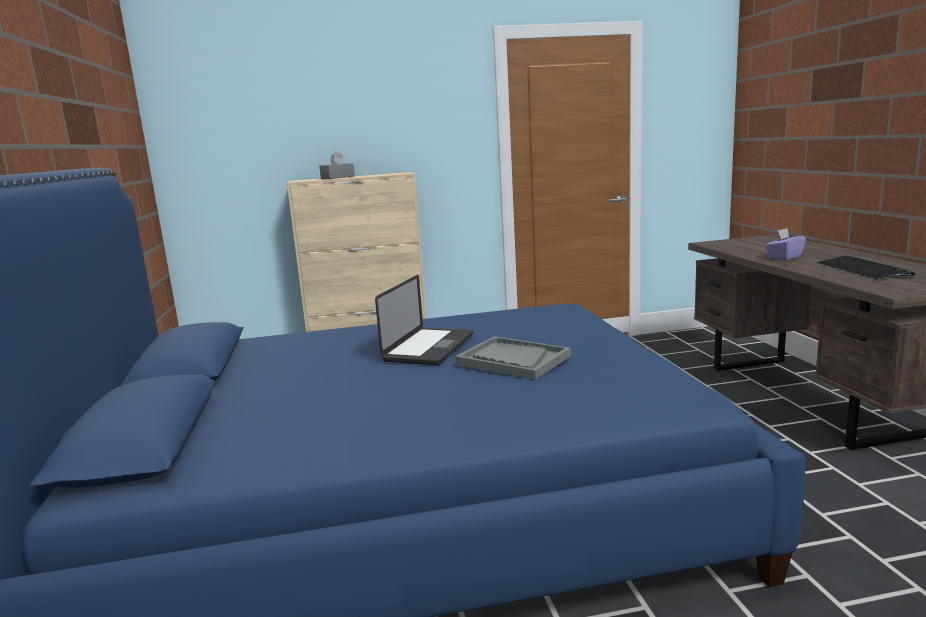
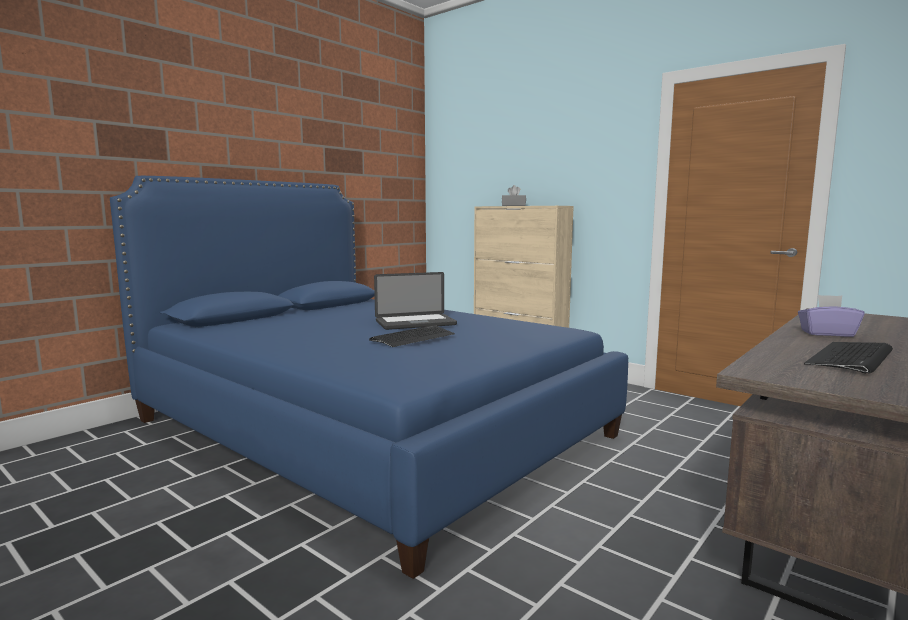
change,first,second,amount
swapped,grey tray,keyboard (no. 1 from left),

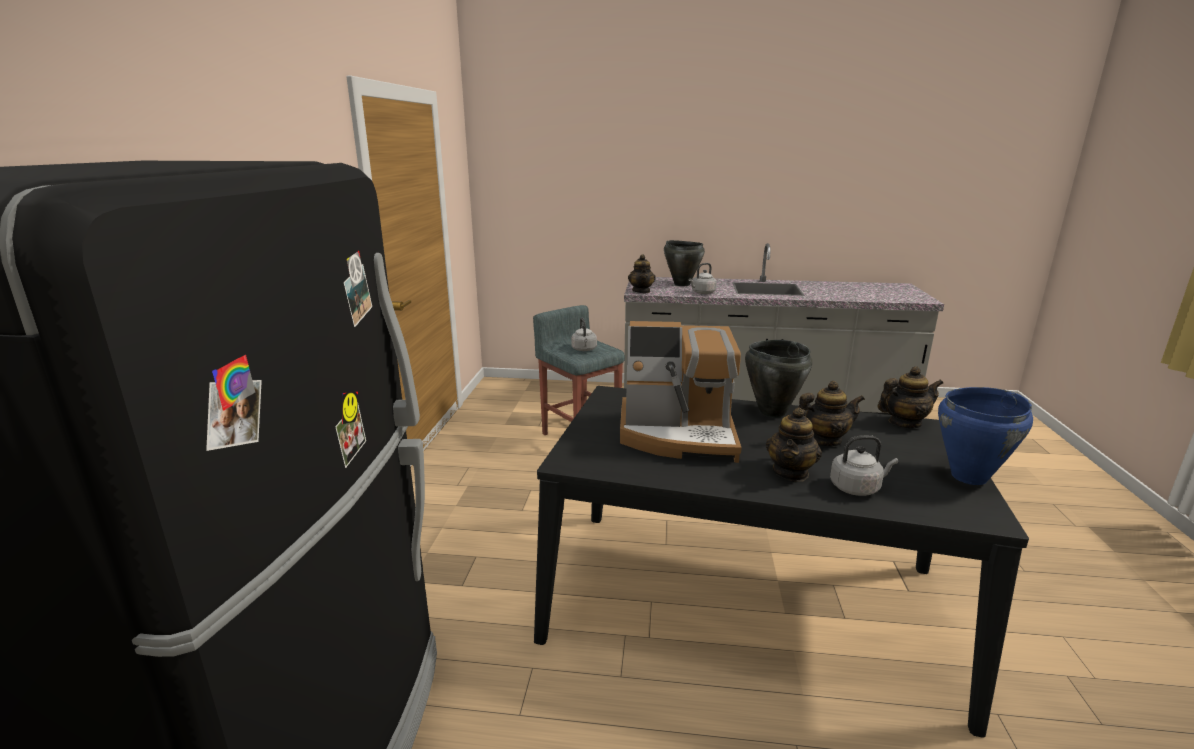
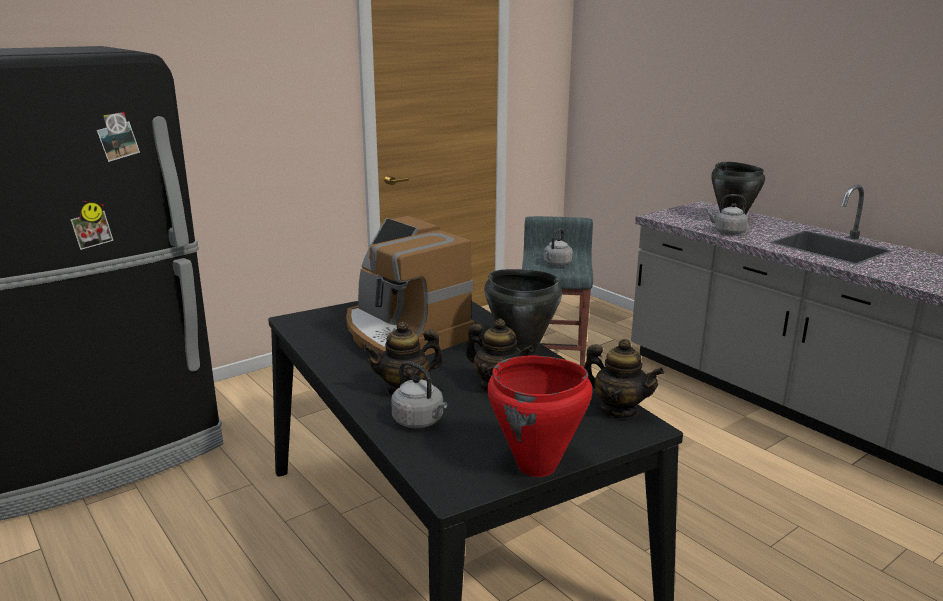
change,first,second,amount
gone,teapot (no. 1 from left),,
repainted,blue cooking pot,red cooking pot,

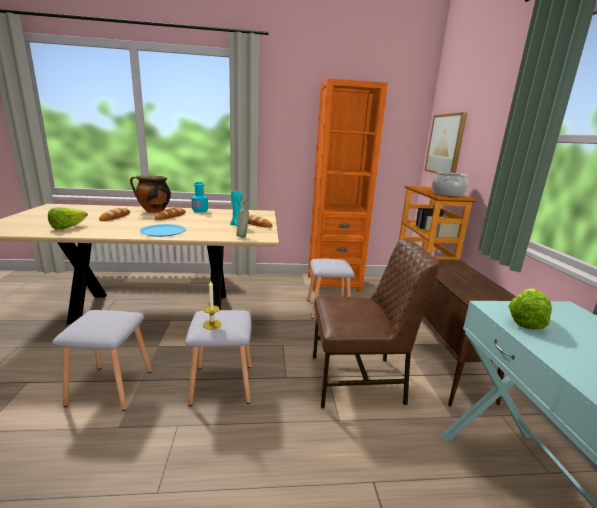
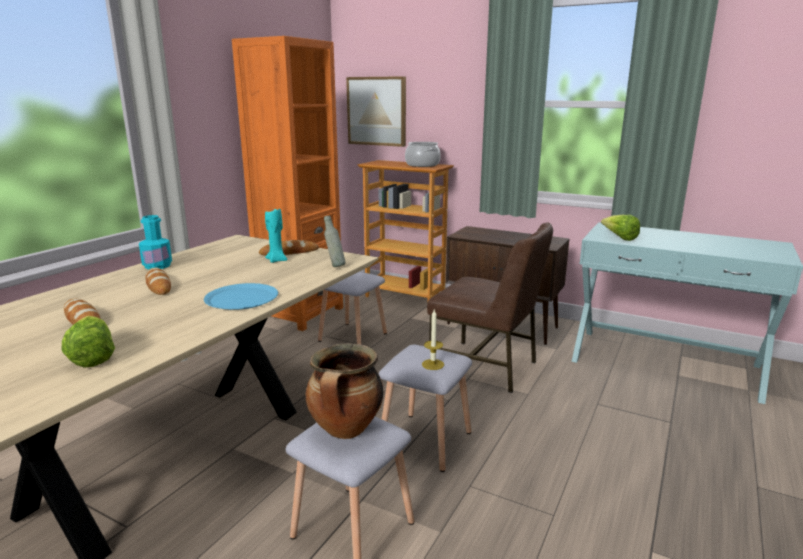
change,first,second,amount
shifted,cooking pot (no. 1 from left),,
rotated,brown chair,,90 degrees clockwise

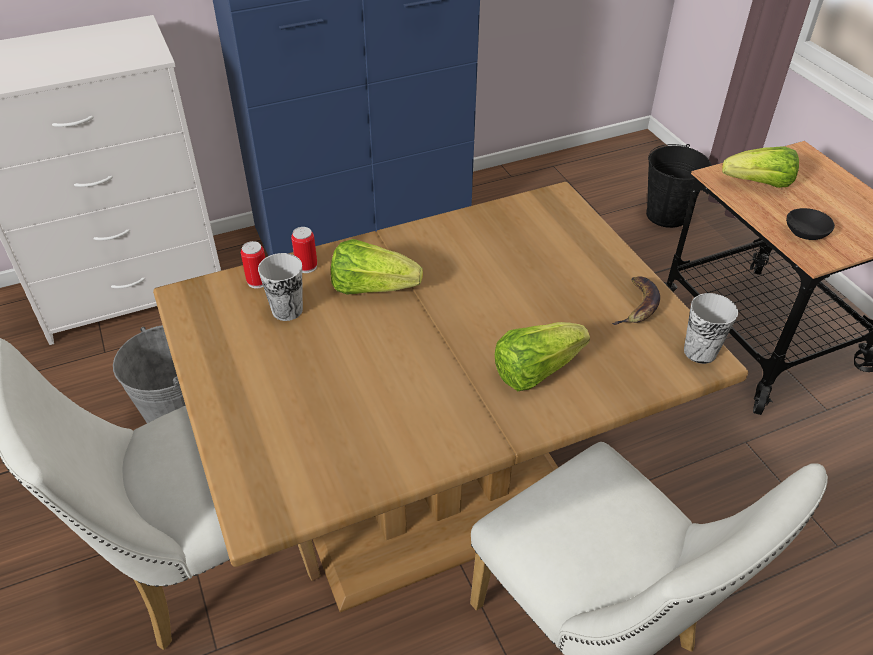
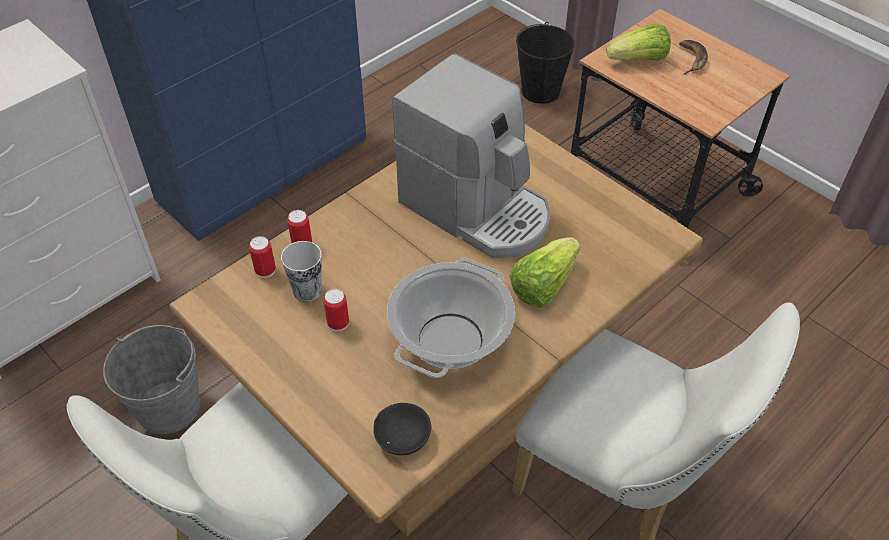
change,first,second,amount
shifted,black bowl,,
gone,lettuce (no. 1 from left),,
shifted,banana,,
gone,cup (no. 2 from left),,
new,,coffee machine,
new,,cooking pot,
new,,can (no. 3 from left),

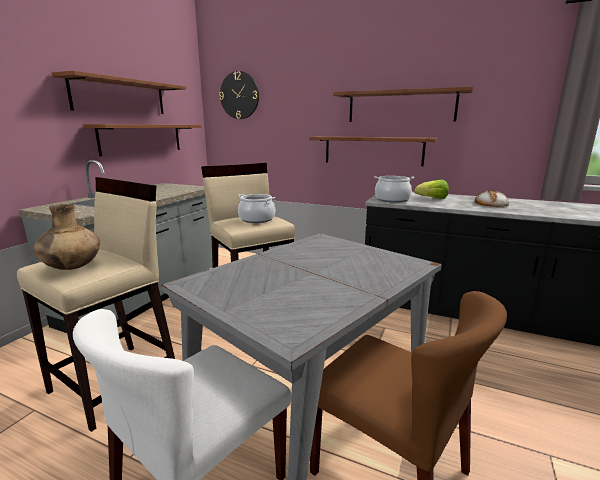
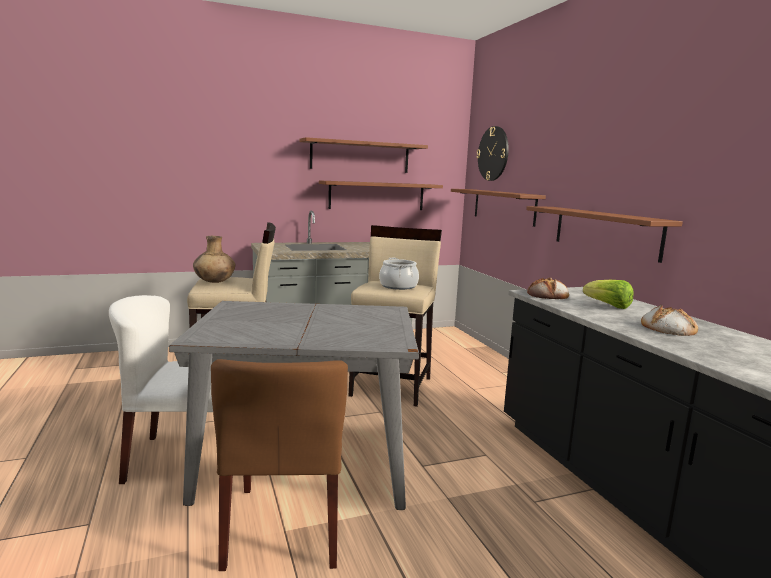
change,first,second,amount
shifted,brown shelf (no. 4 from left in the first image),brown shelf (no. 3 from left),
swapped,cooking pot (no. 2 from left),bread (no. 1 from left),

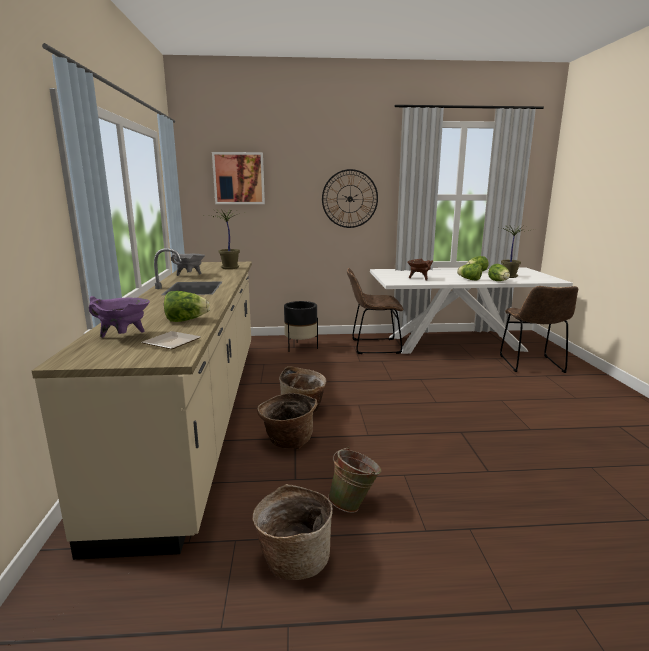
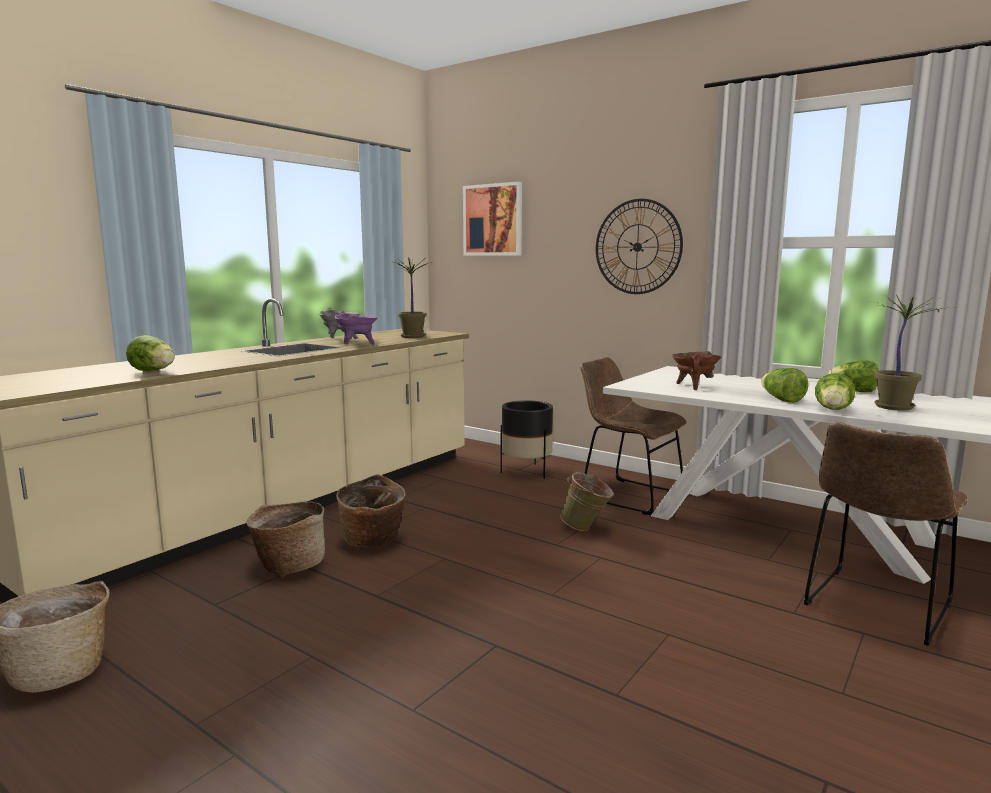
change,first,second,amount
shifted,purple cooking pot,,
gone,plate,,
shifted,green bucket,,

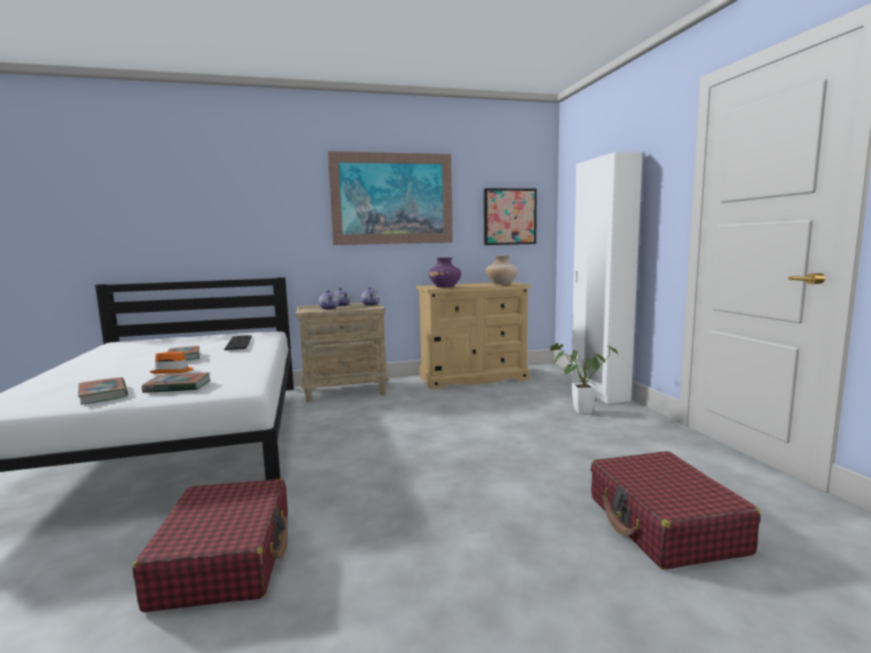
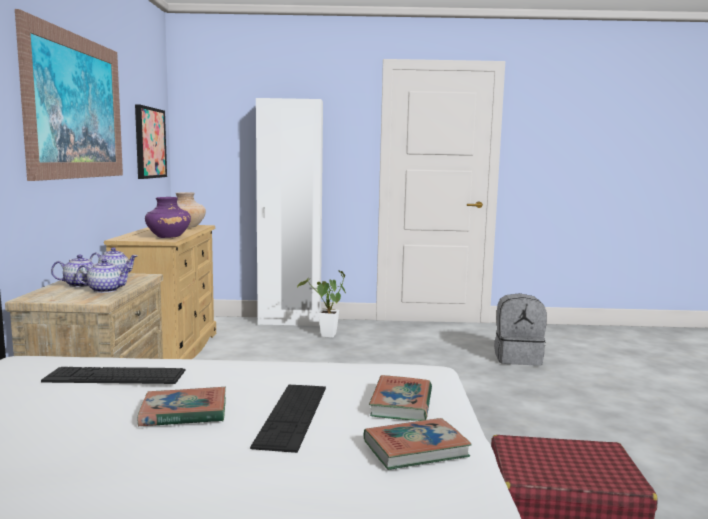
change,first,second,amount
swapped,orange hat,keyboard (no. 2 from left),
swapped,red suitcase (no. 2 from left),grey backpack,

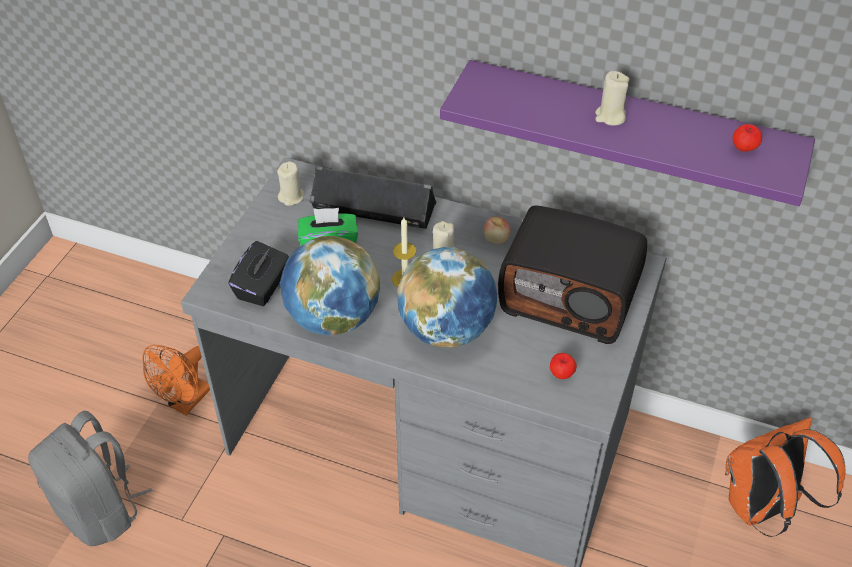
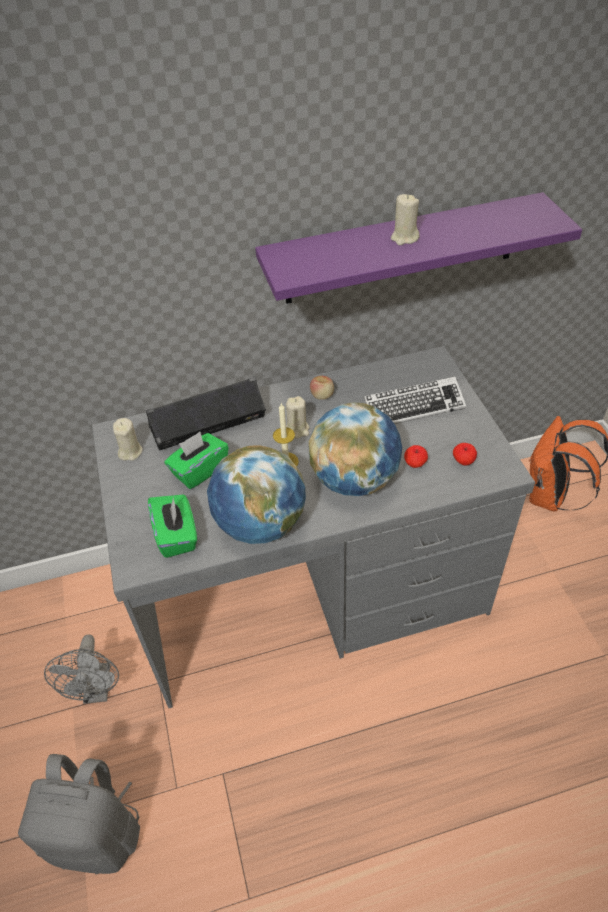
change,first,second,amount
shifted,apple (no. 3 from left in the first image),apple (no. 2 from left),
swapped,radio,keyboard,
repainted,black tissue box,green tissue box (no. 1 from left),
repainted,orange fan,grey fan,

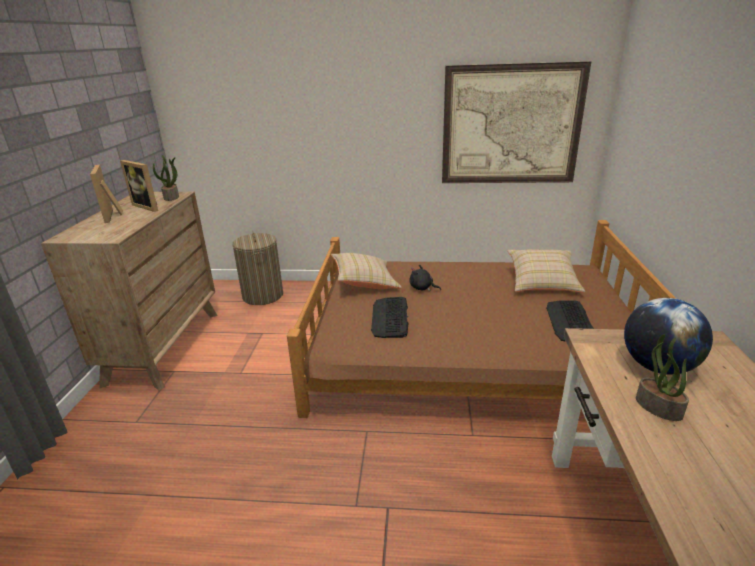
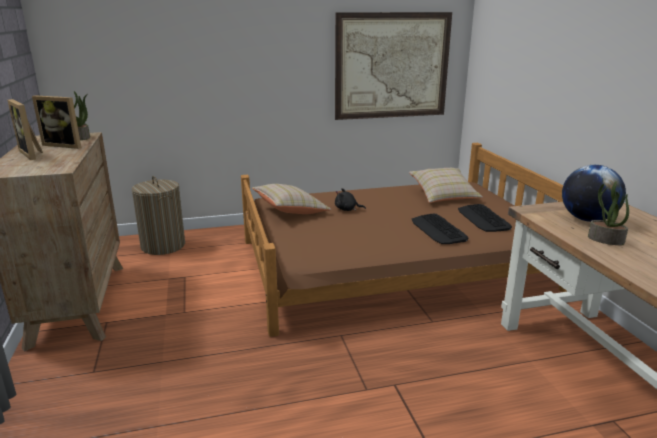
change,first,second,amount
shifted,keyboard (no. 1 from left),,

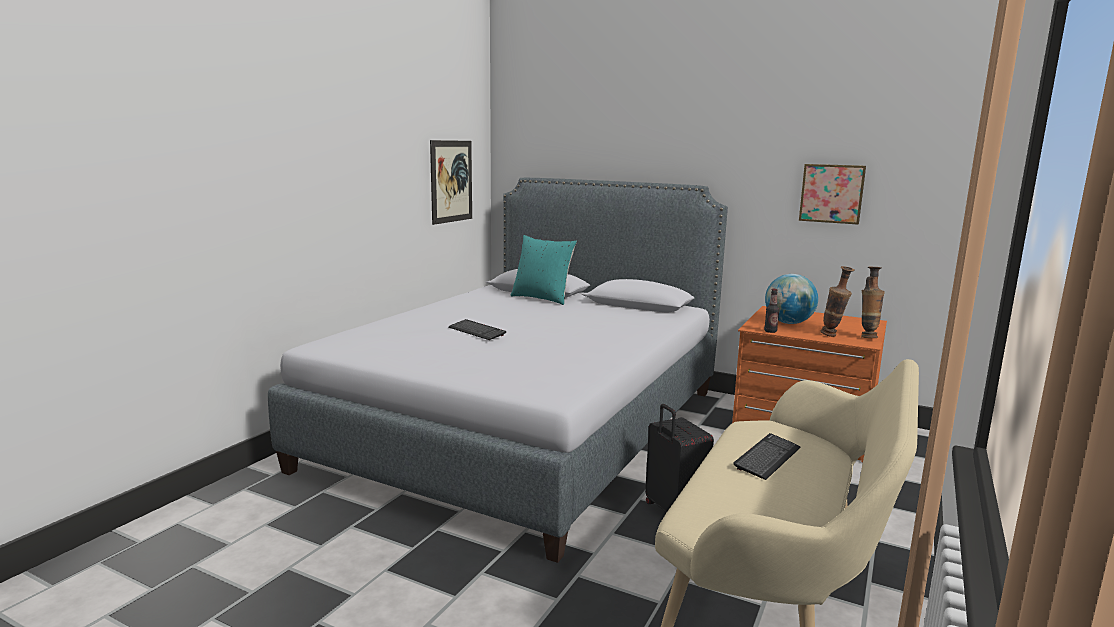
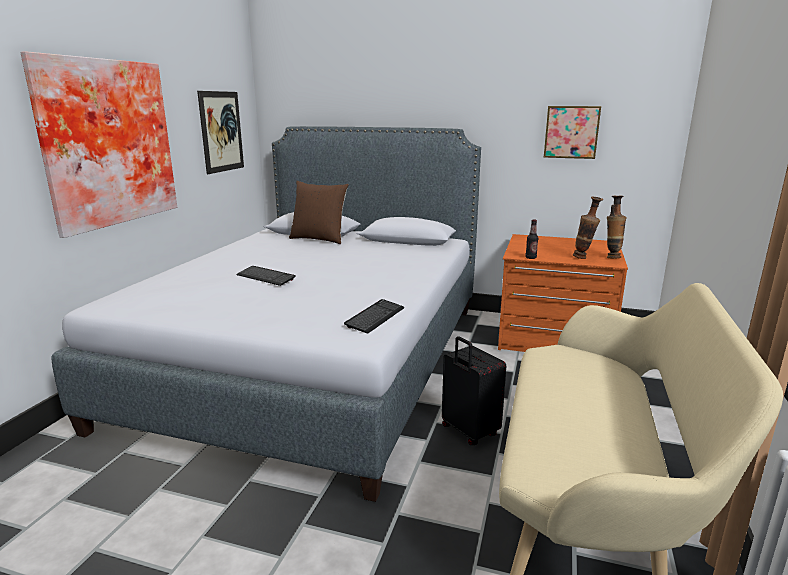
change,first,second,amount
repainted,turquoise pillow,brown pillow,
gone,globe,,
shifted,keyboard (no. 2 from left),,
new,,picture (no. 1 from left),

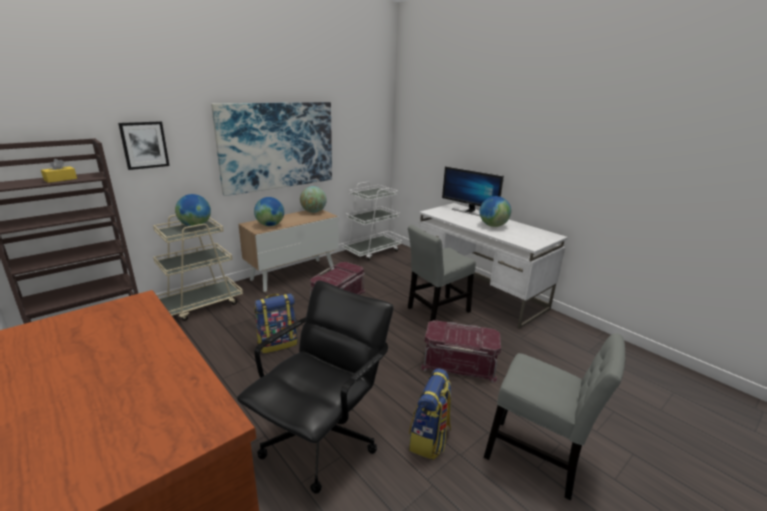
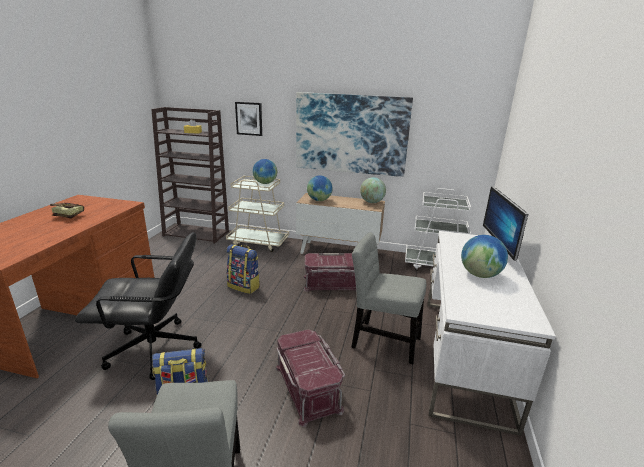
change,first,second,amount
new,,book,

